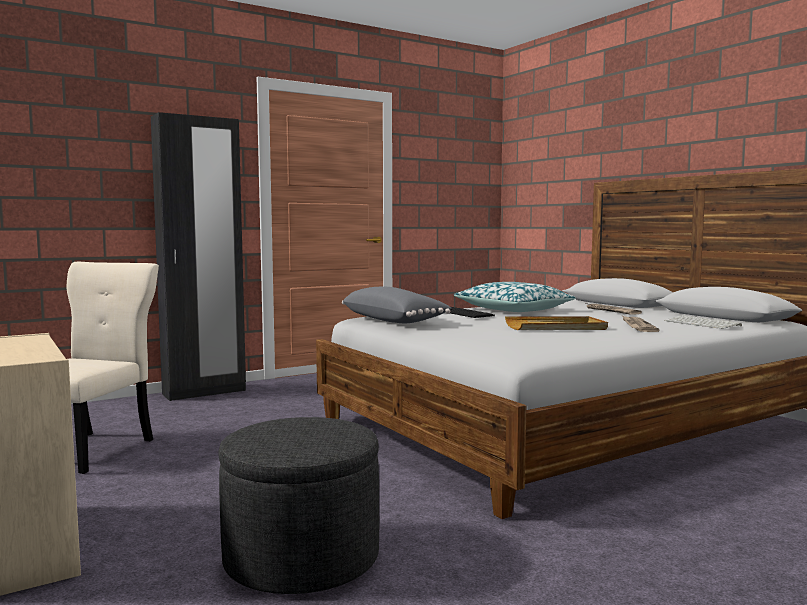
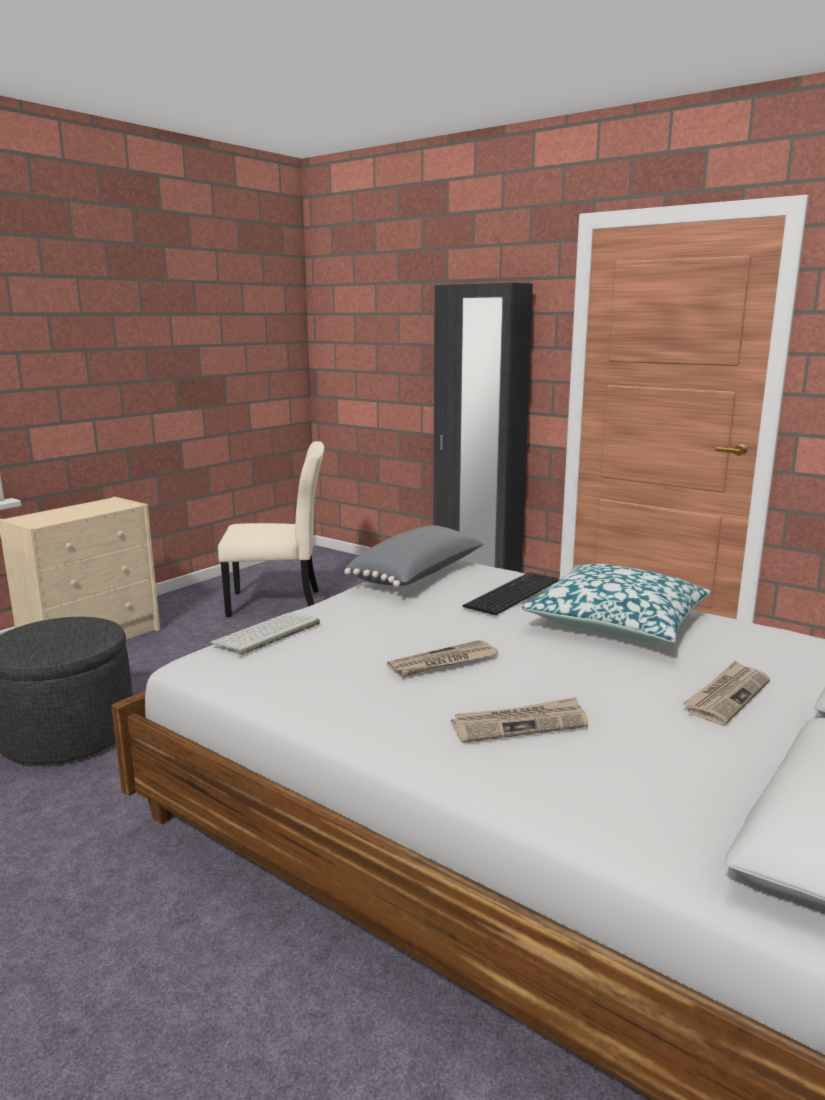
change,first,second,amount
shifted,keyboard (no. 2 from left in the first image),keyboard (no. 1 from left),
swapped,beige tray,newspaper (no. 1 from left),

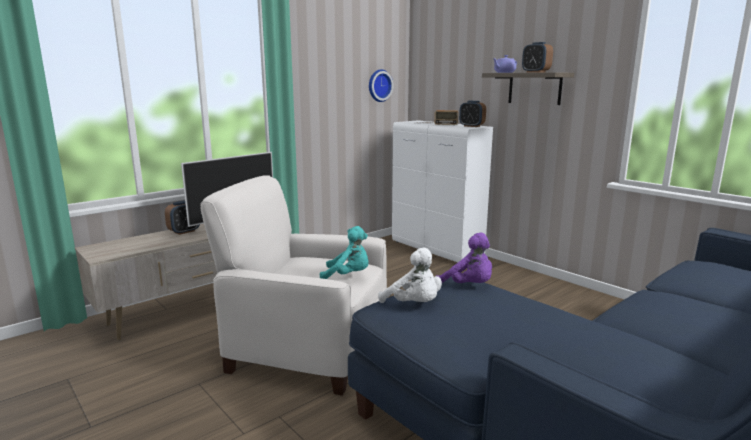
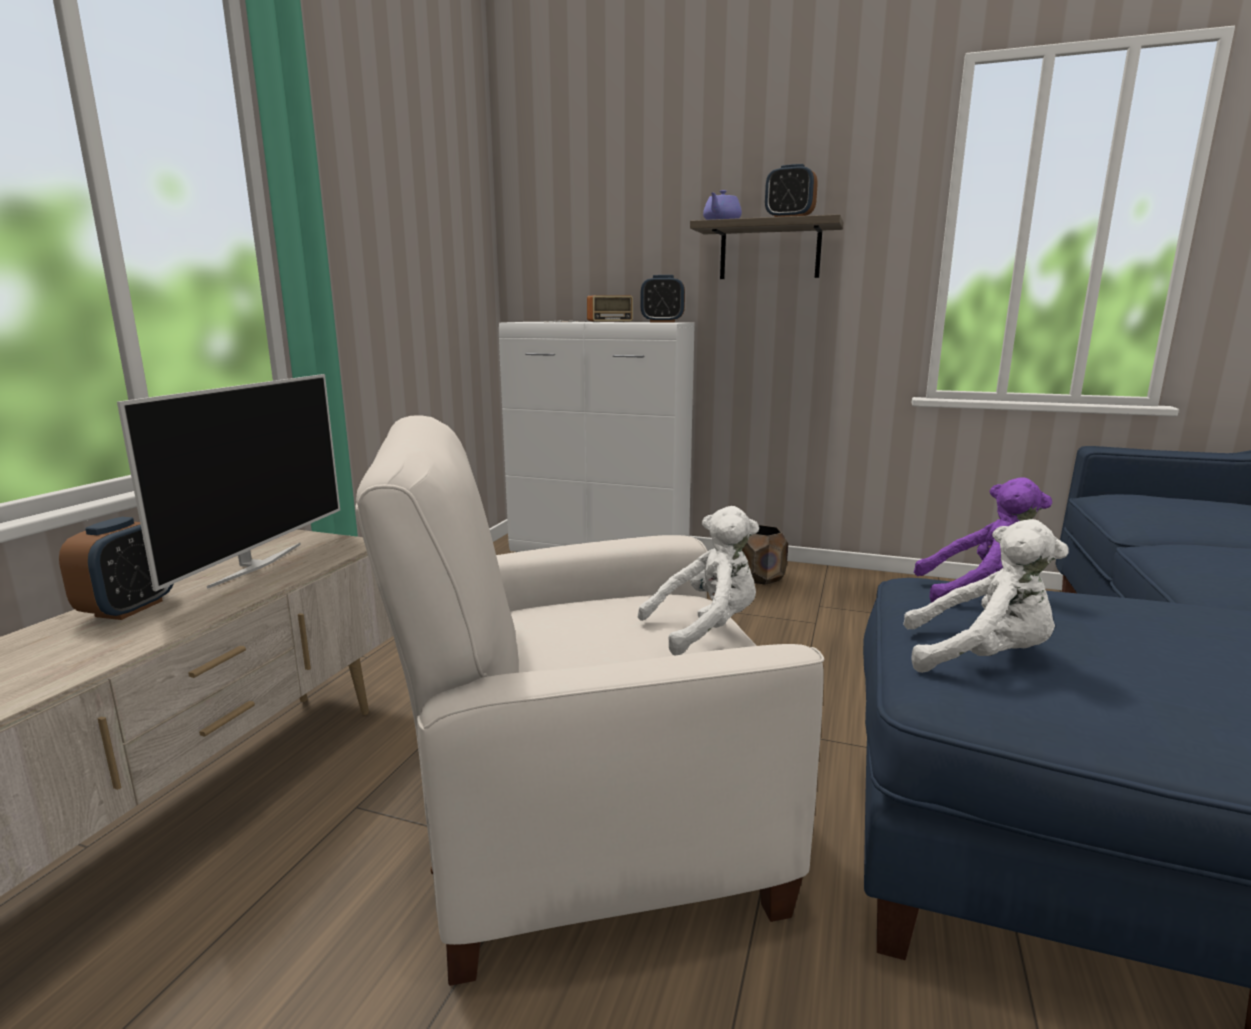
change,first,second,amount
gone,wall clock,,
repainted,turquoise plush toy,white plush toy (no. 1 from left),
new,,brown planter,

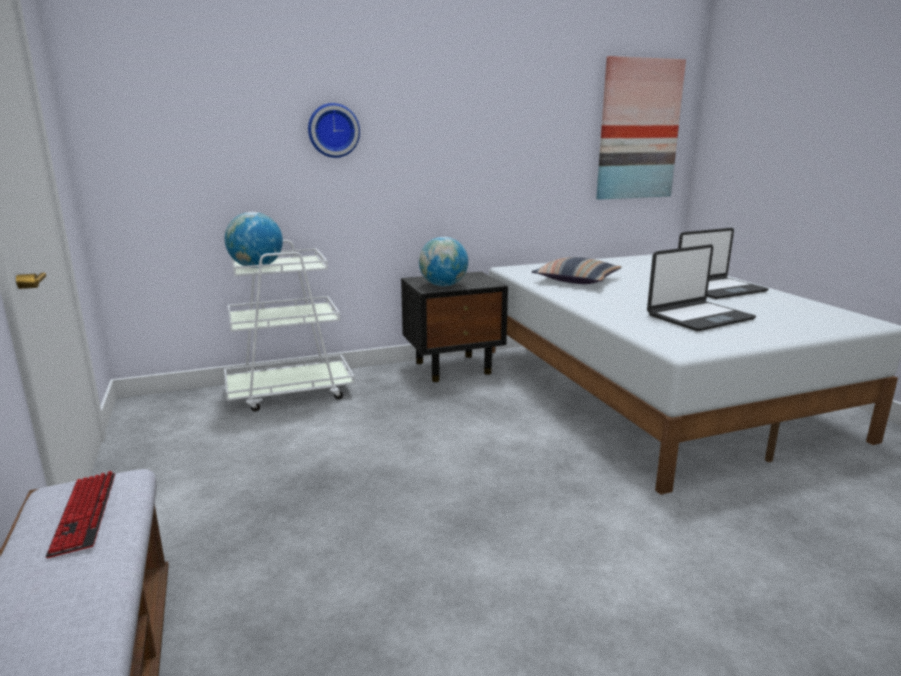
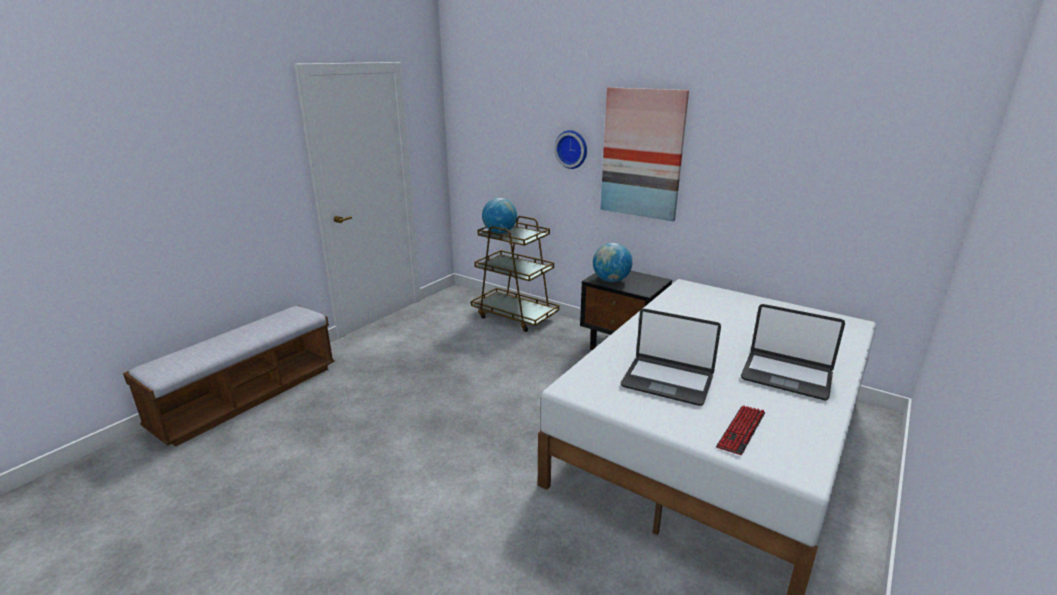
change,first,second,amount
shifted,picture,,
repainted,white cart,brown cart,
gone,pillow,,
shifted,keyboard,,

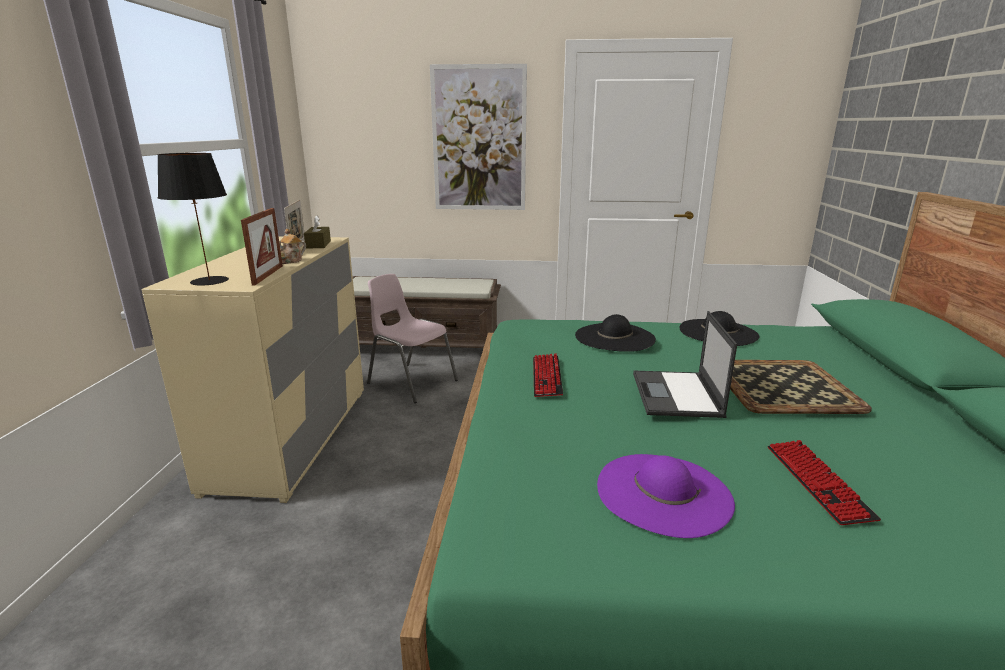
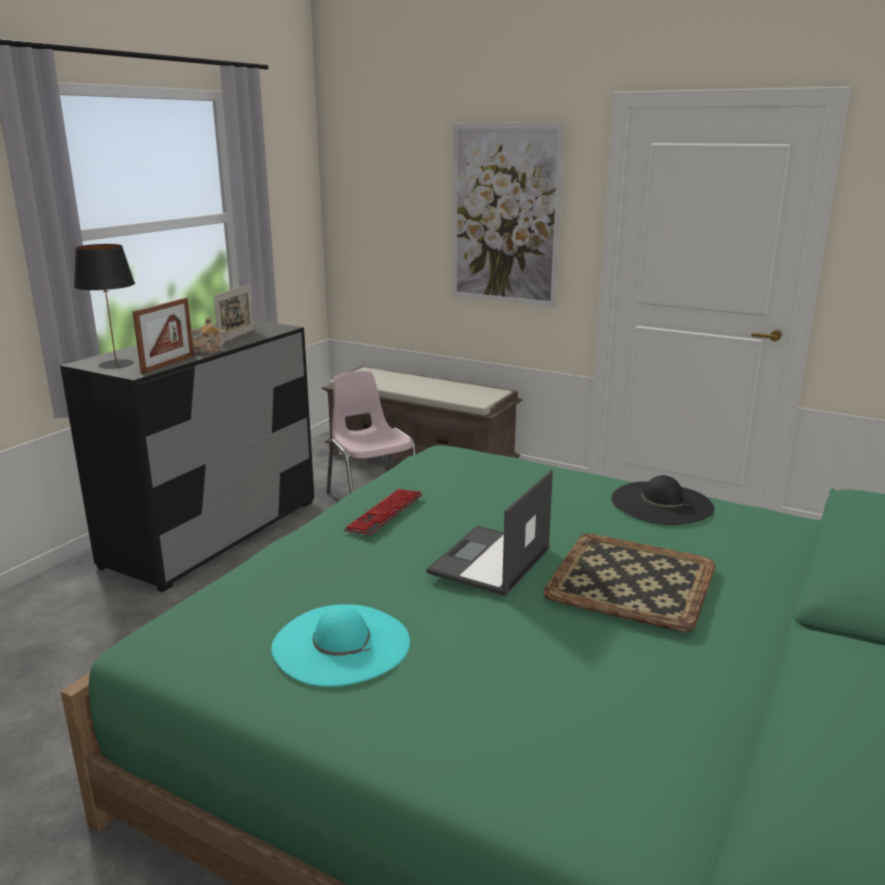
change,first,second,amount
gone,brown tissue box,,
repainted,beige dresser,black dresser,
gone,black hat (no. 1 from left),,
gone,keyboard (no. 2 from left),,
repainted,purple hat,turquoise hat,

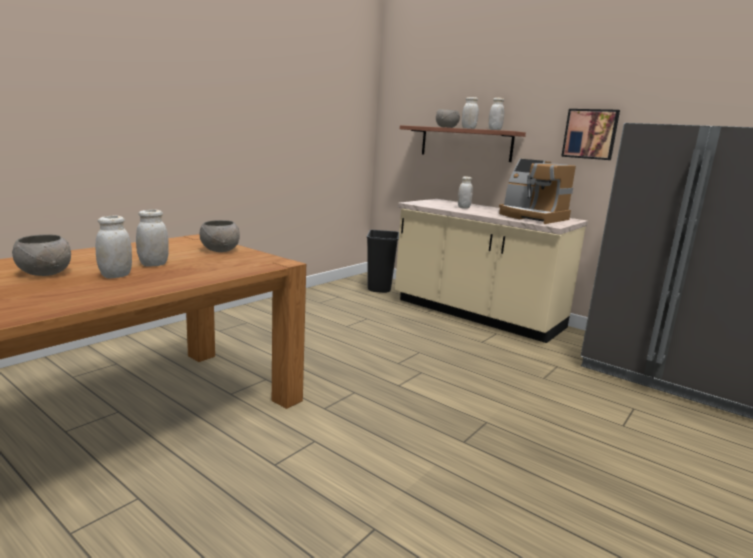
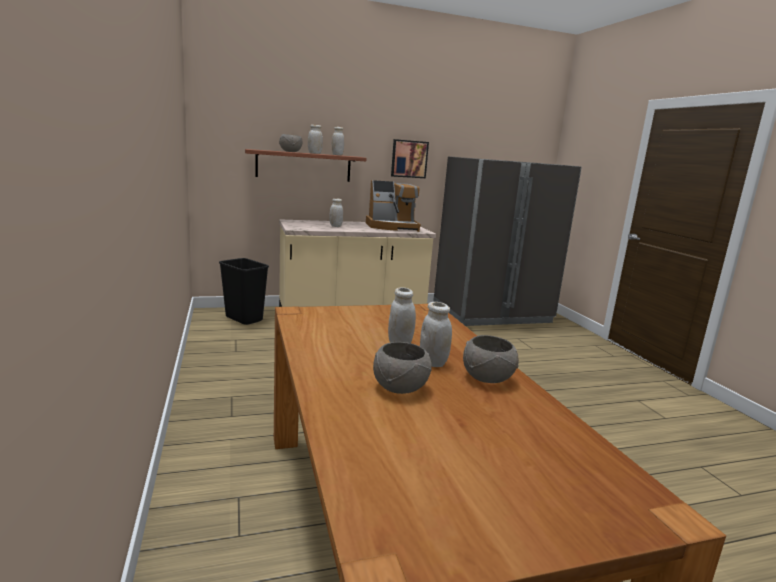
change,first,second,amount
shifted,grey bowl (no. 2 from left in the first image),grey bowl (no. 3 from left),

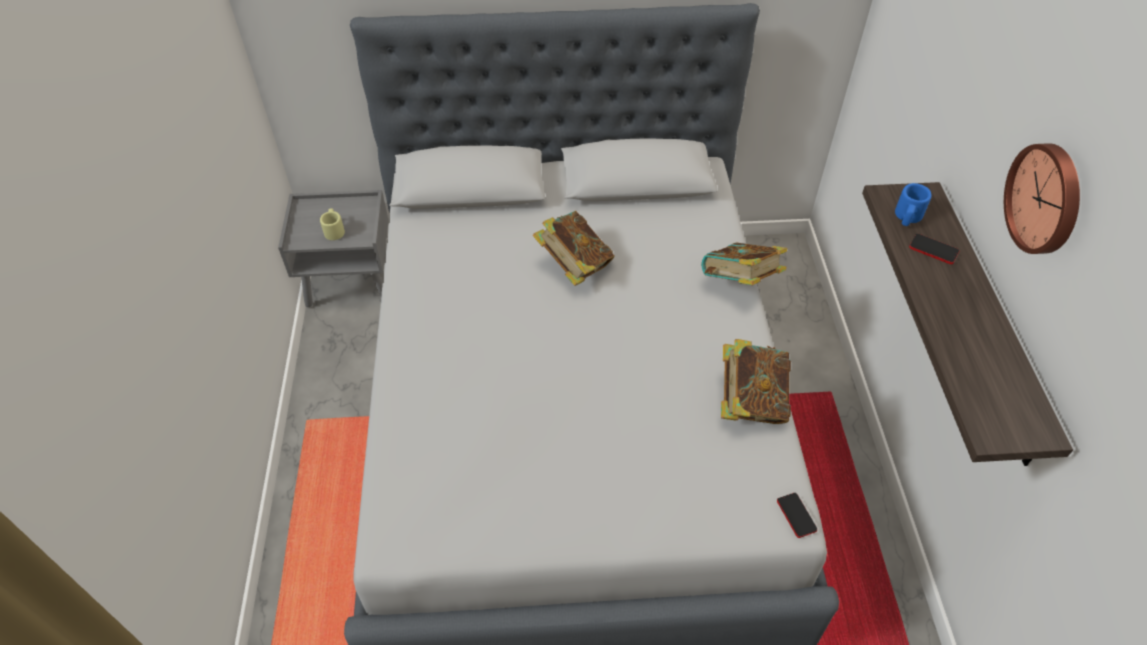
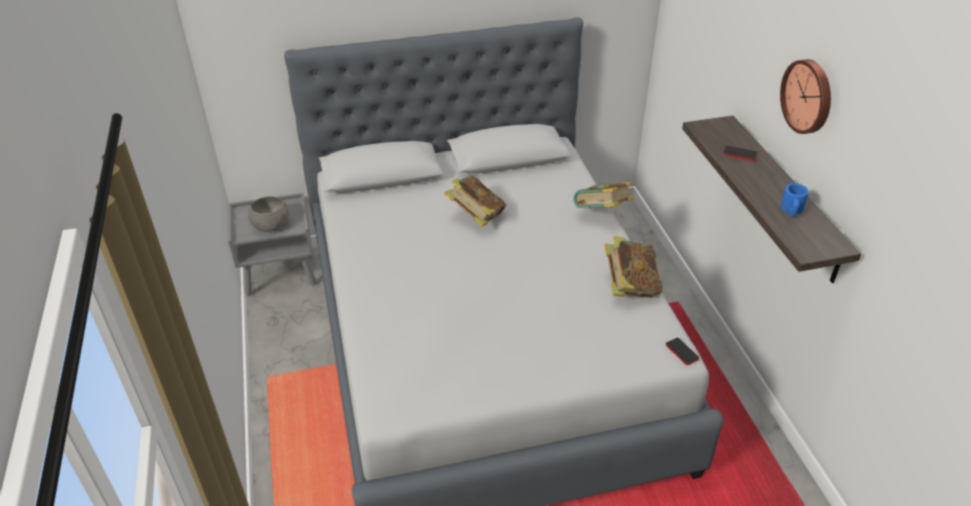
change,first,second,amount
shifted,blue mug,,
swapped,beige mug,grey bowl,

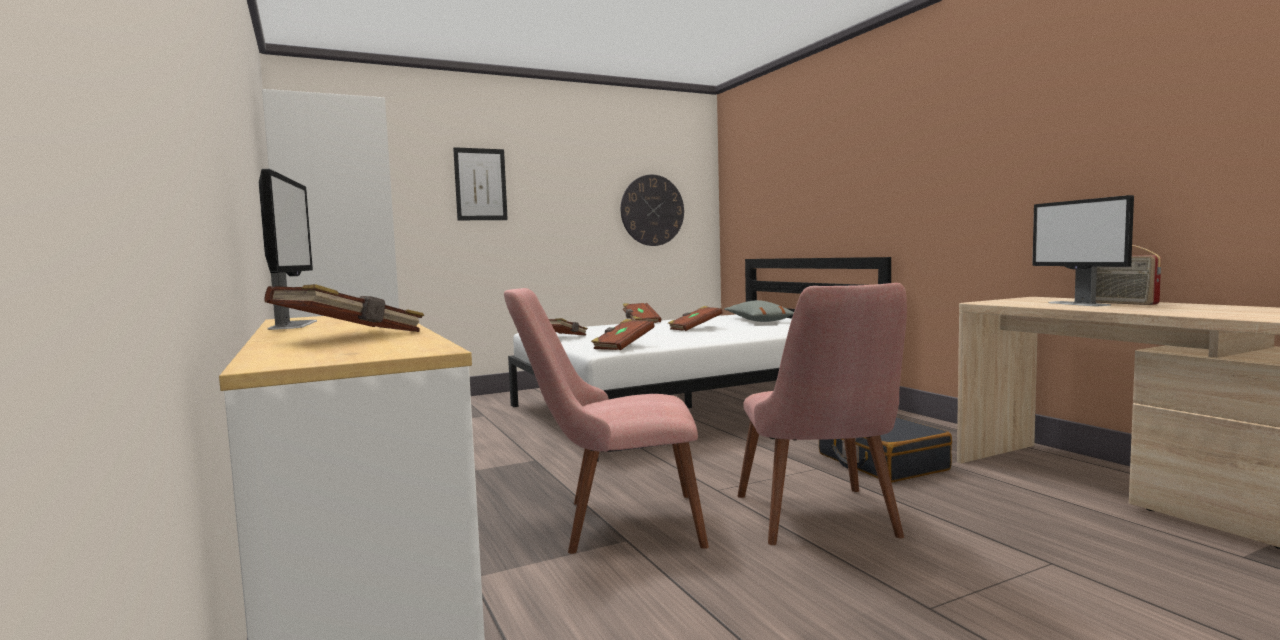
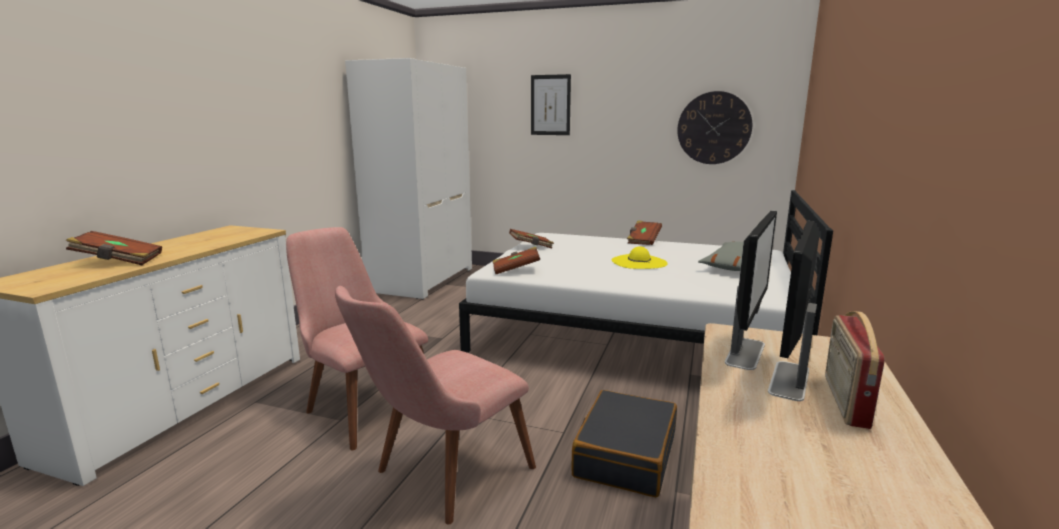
change,first,second,amount
shifted,monitor (no. 1 from left),,
swapped,brown book (no. 5 from left),yellow hat,

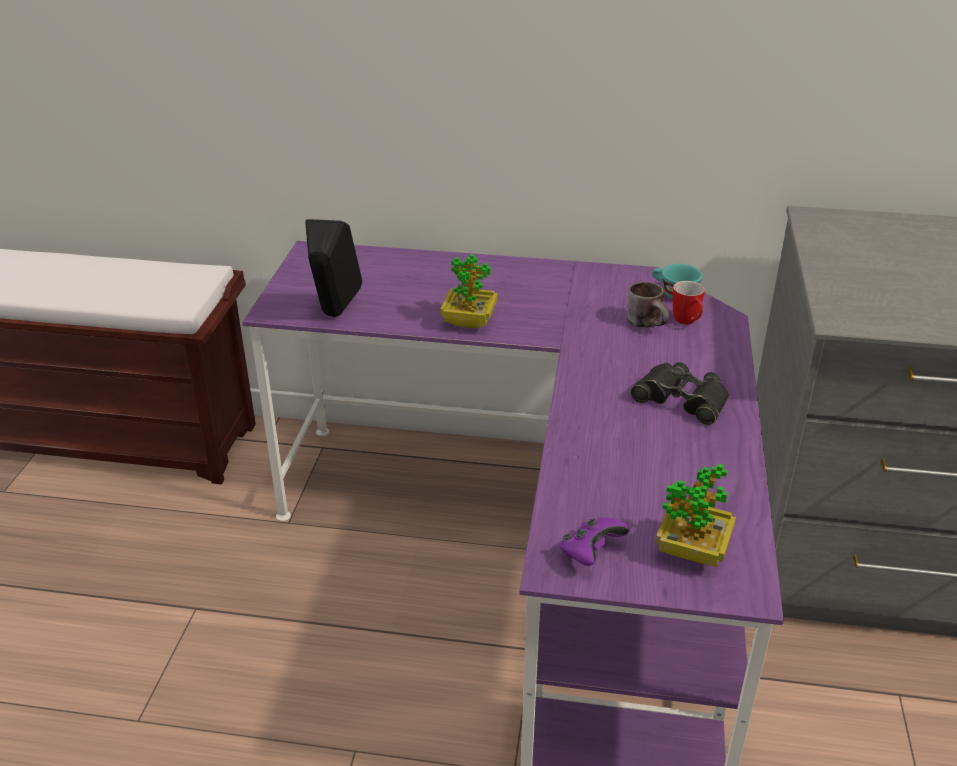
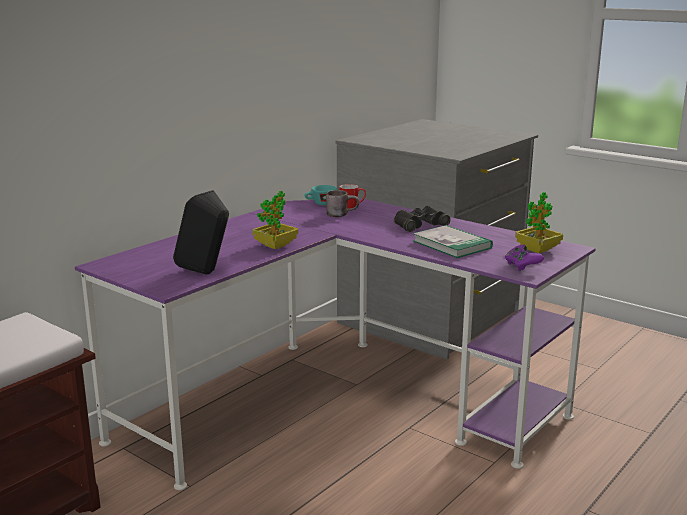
change,first,second,amount
new,,book,

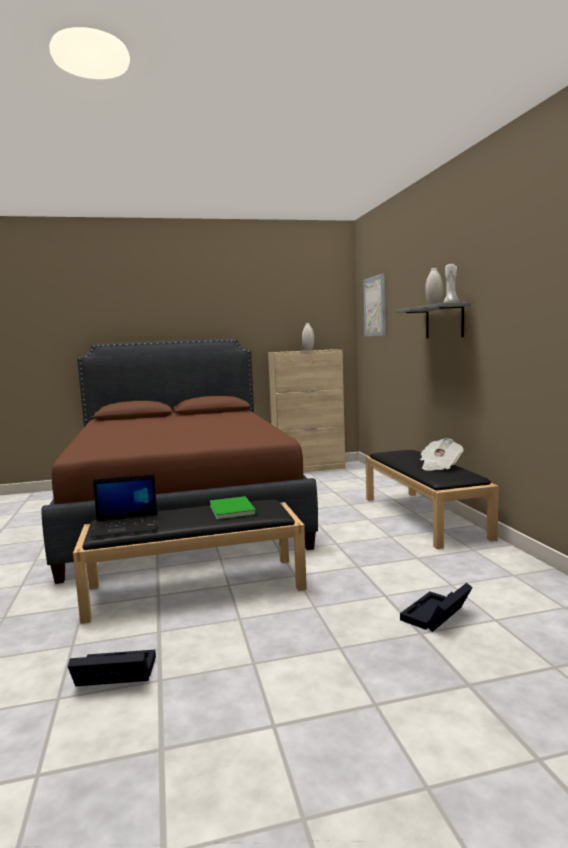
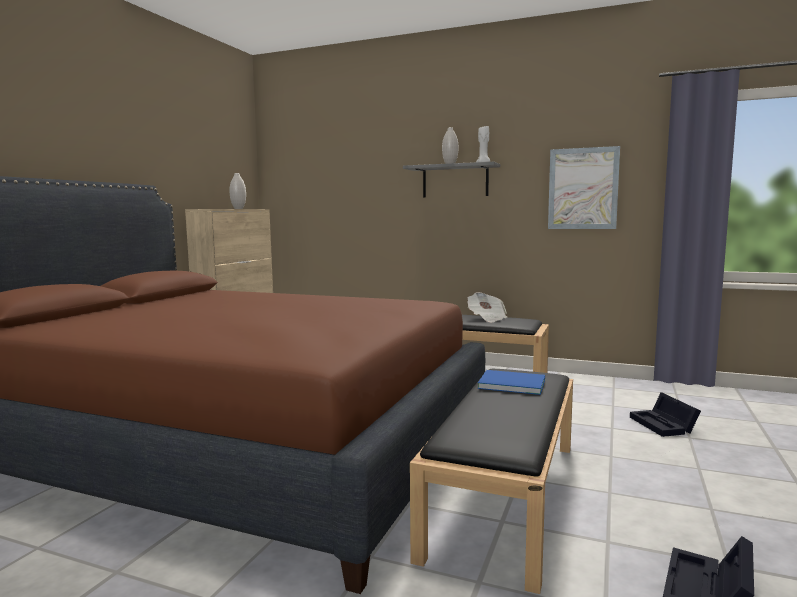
change,first,second,amount
shifted,picture,,
gone,laptop,,
repainted,green book,blue book,

